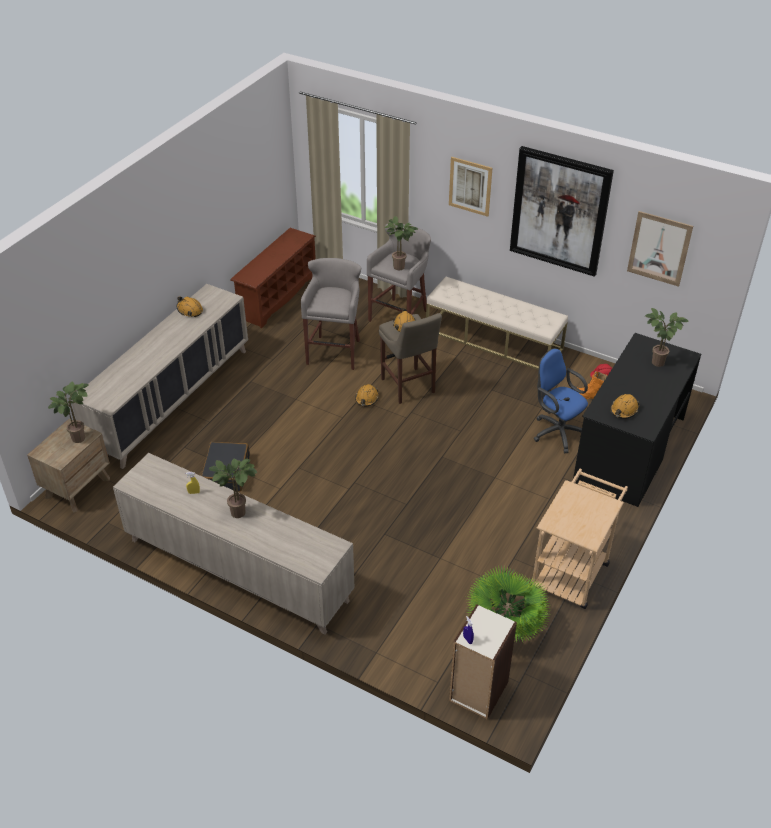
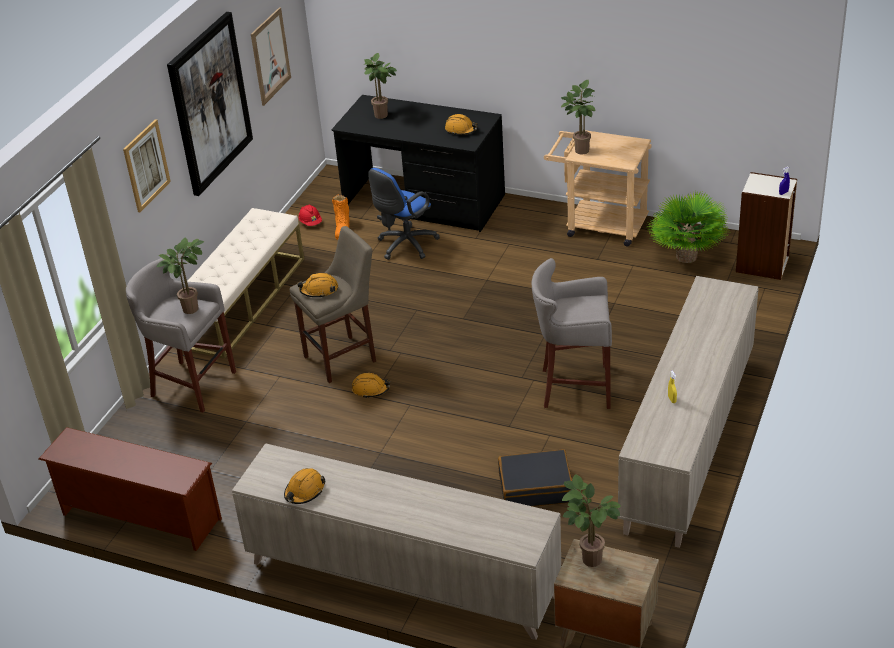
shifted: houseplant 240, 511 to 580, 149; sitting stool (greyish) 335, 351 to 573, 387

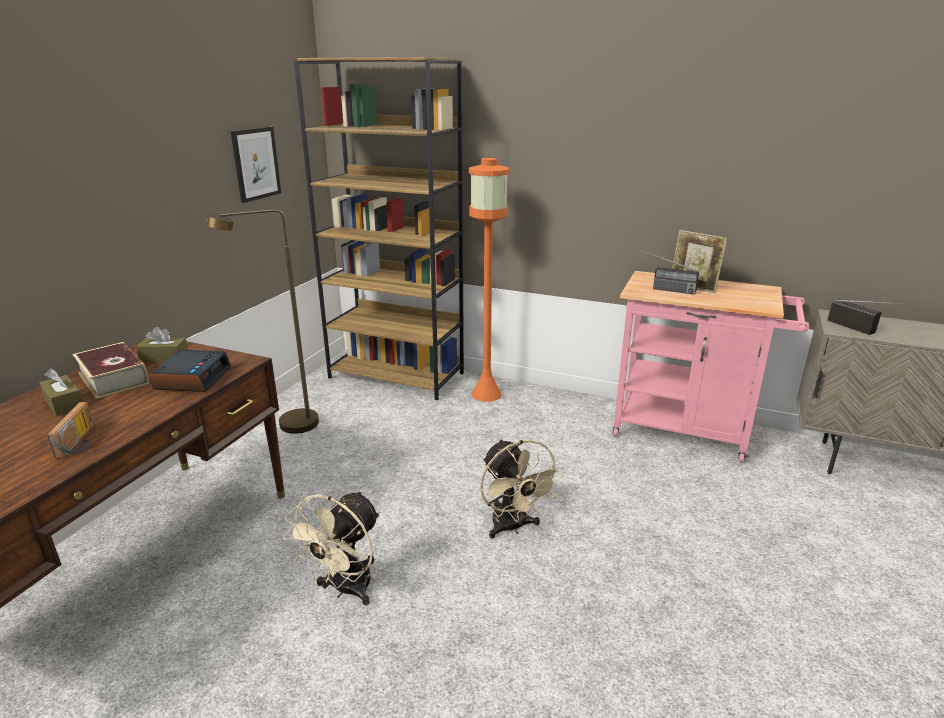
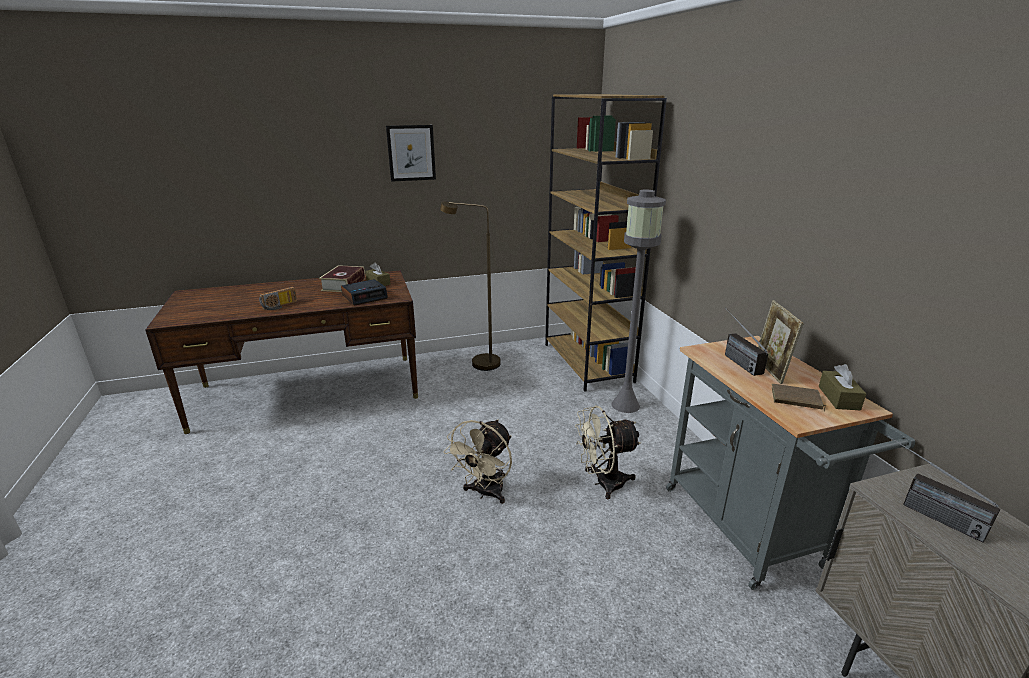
new: volume (brown-coloured) 795, 400
shifted: tissue box (brown-coloured) 64, 404 to 838, 398; picture 256, 164 to 411, 153; electric fan (beige-coloured) 345, 590 to 603, 483
repainted: standard lamp (orange) 486, 394 to standard lamp (greyish) 625, 405; wheeled cart (pink-coloured) 690, 432 to wheeled cart (greyish) 749, 533
rotated: radio set 863, 330 = 922, 510 120 degrees clockwise

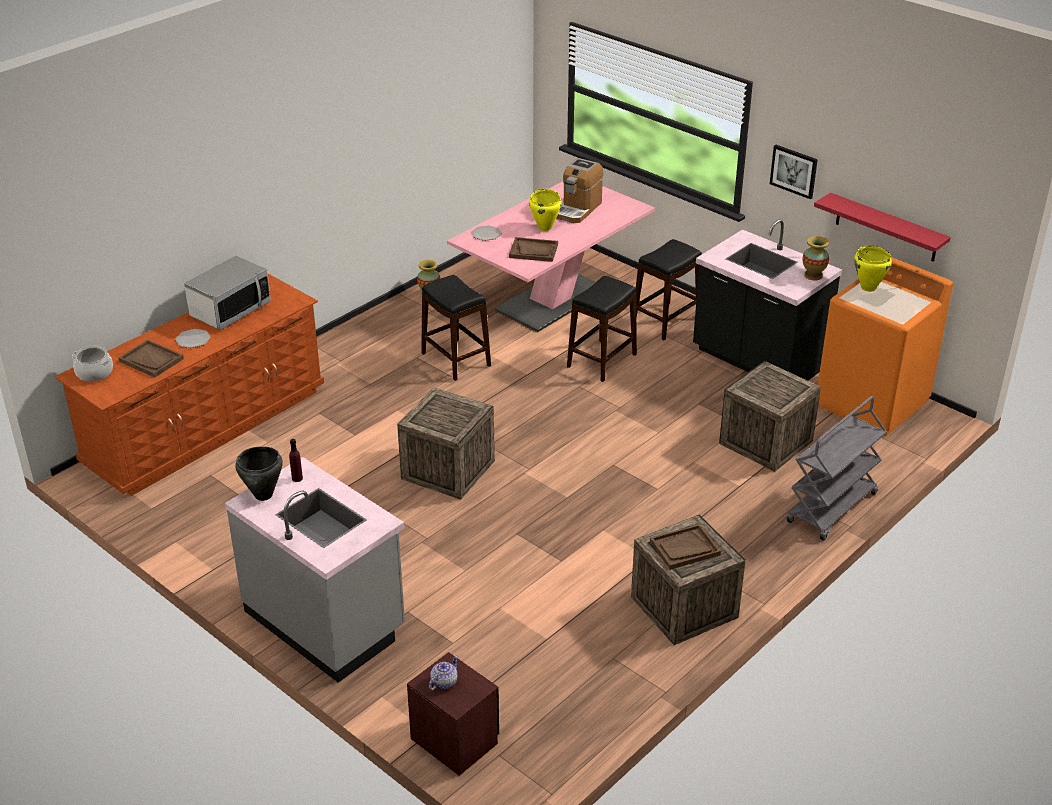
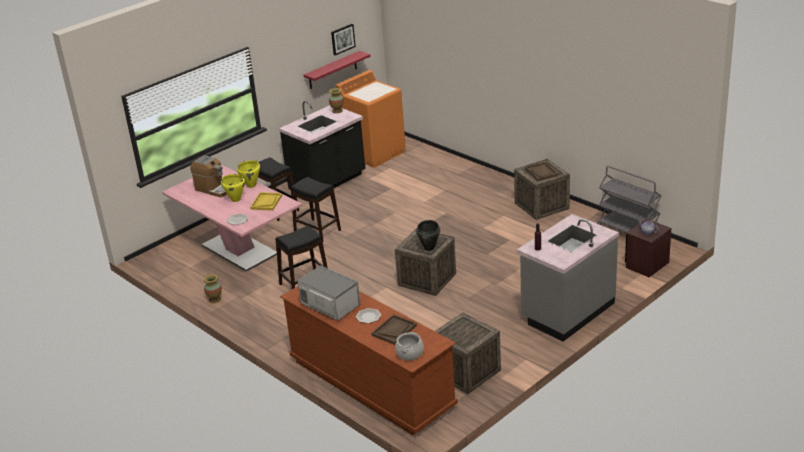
shifted: stockpot (blackish) 263, 495 to 429, 248; shipping crate 766, 442 to 466, 372; picture 794, 171 to 342, 39; wheeled cart (greyish) 832, 509 to 628, 231; stockpot (yellow-coloured) 868, 288 to 251, 185
repainted: carrying tray (brown-coloured) 533, 251 to carrying tray (yellow-coloured) 266, 202

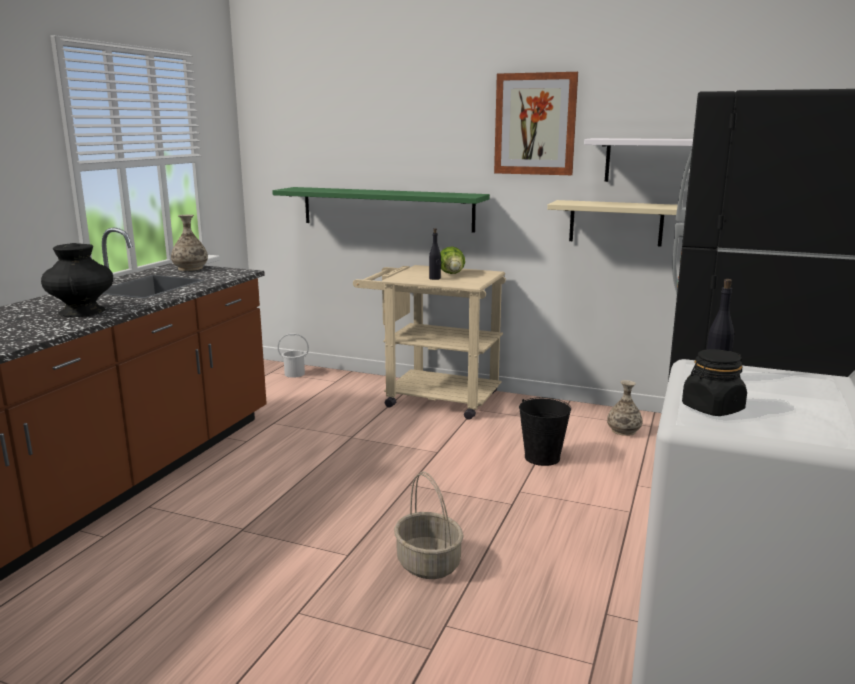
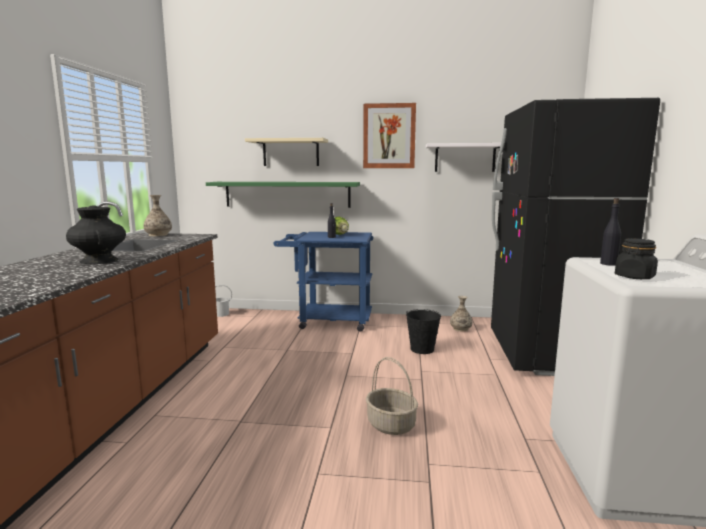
shifted: wall shelf (beige-coloured) 615, 223 to 291, 152
repainted: wheeled cart (beige-coloured) 432, 398 to wheeled cart (blue) 328, 321

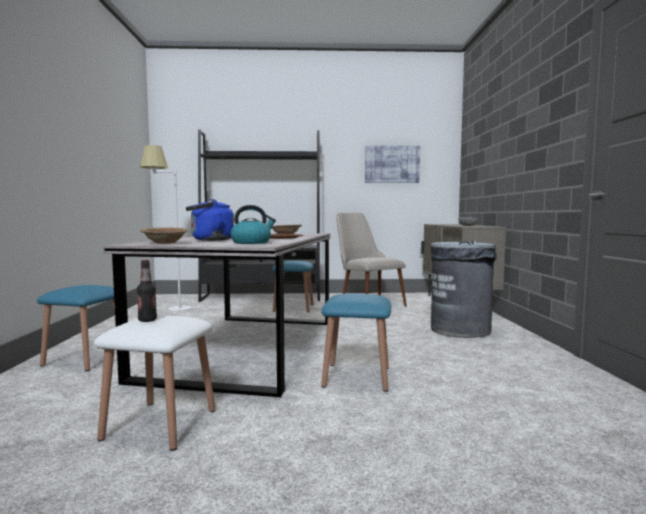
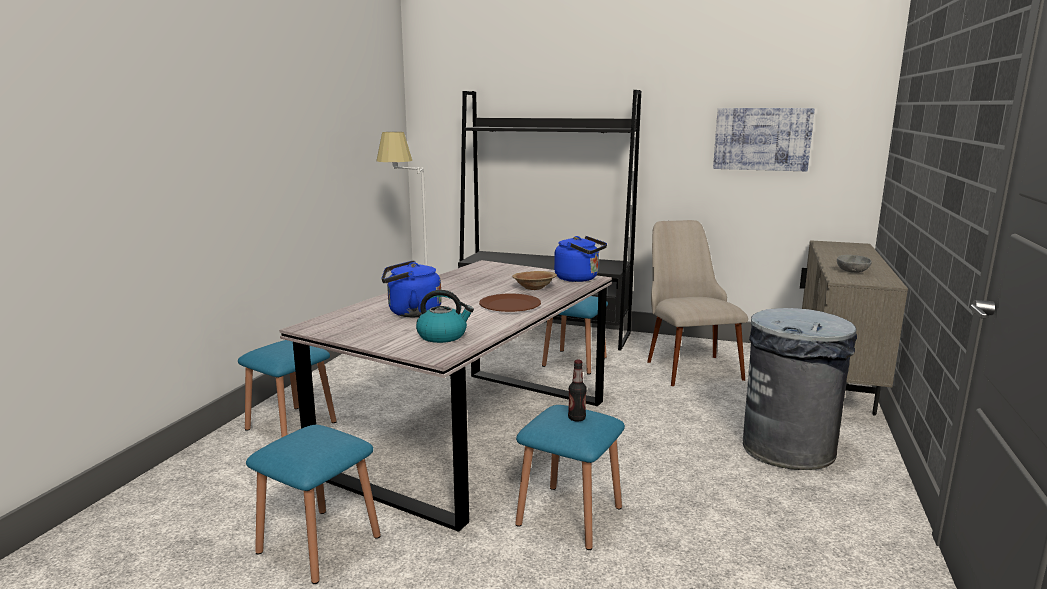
gone: bowl (brown-coloured) 164, 243
new: tea kettle (blue) 579, 278
shifted: drink bottle 147, 320 to 576, 418
repainted: sitting stool (white-coloured) 160, 424 to sitting stool (blue) 319, 544

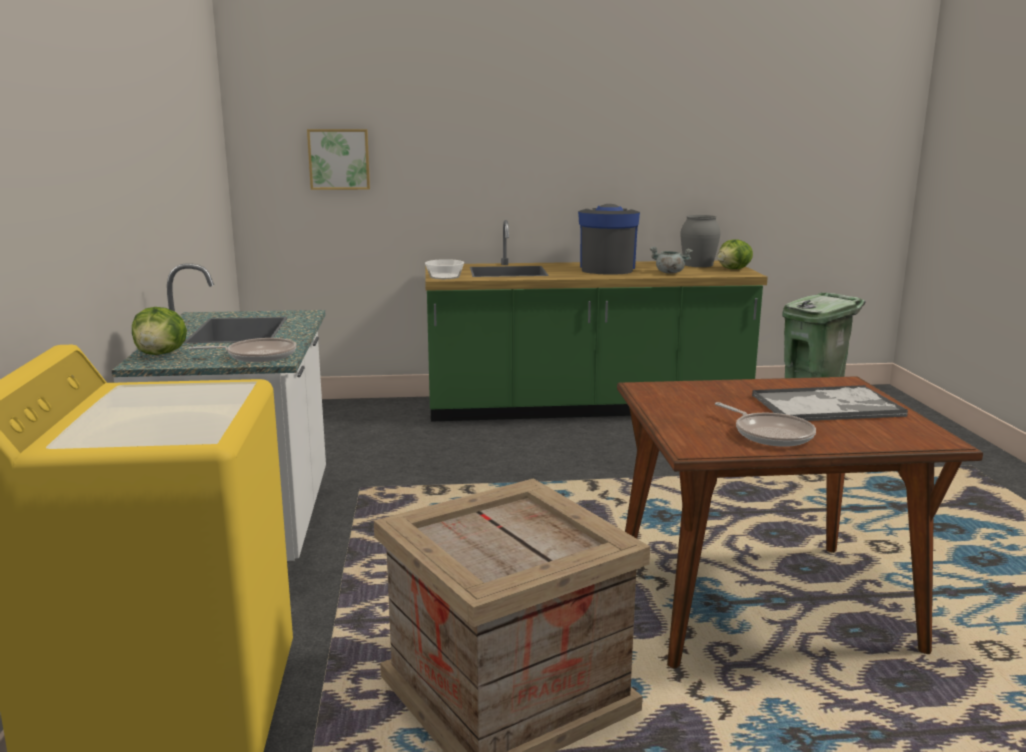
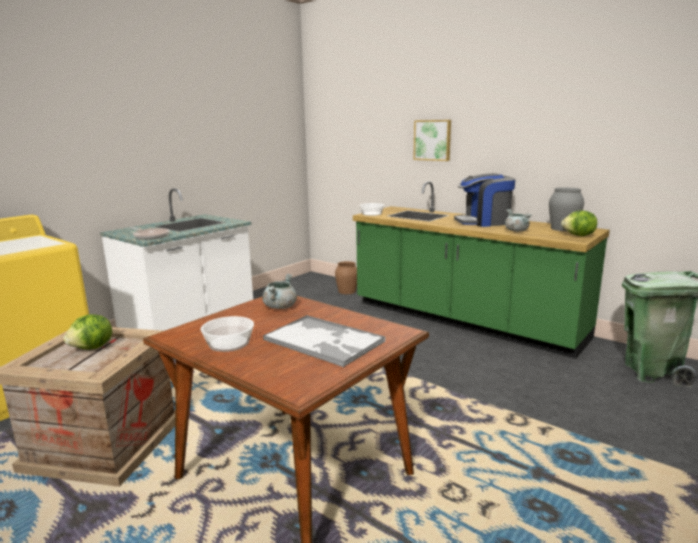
new: stockpot (greyish) 280, 306; flower vase (brown-coloured) 347, 291
shifted: lettuce head 161, 354 to 92, 348; picture 339, 159 to 432, 140
swapped: pan 770, 434 to bowl 229, 343
rotated: coffee machine 607, 268 = 484, 222 150 degrees counterclockwise

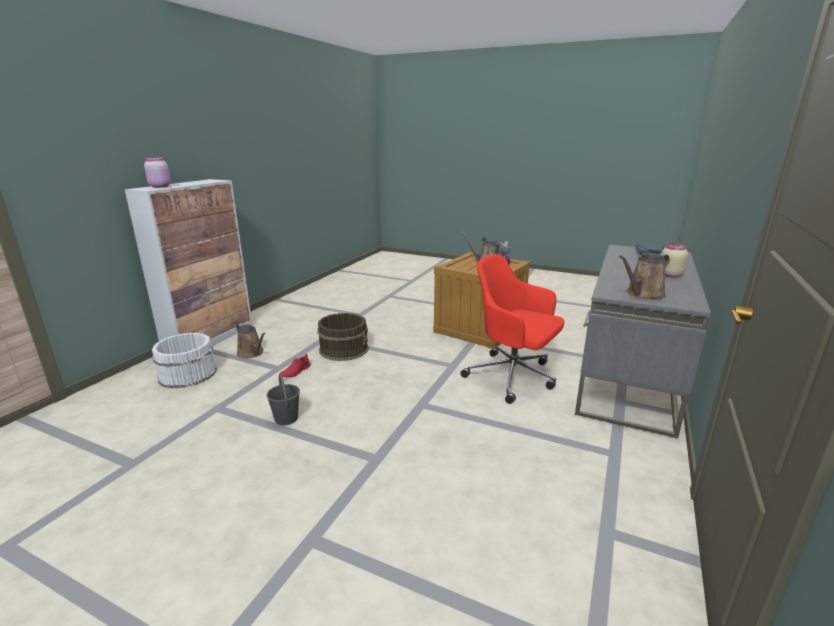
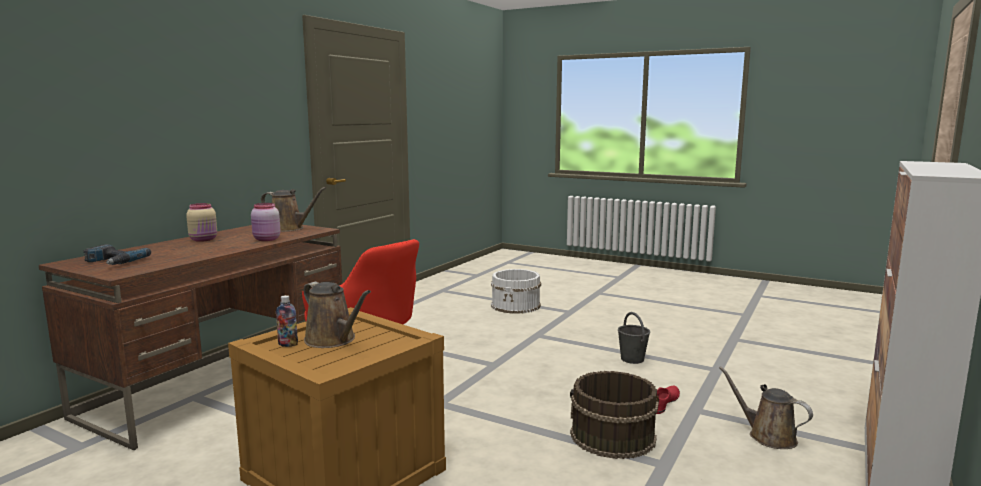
shifted: jar (pink-coloured) 160, 186 to 266, 239; bucket (white-coloured) 187, 374 to 516, 305
repainted: desk (greyish) 628, 376 to desk (brown-coloured) 223, 381
rotated: watering pot (brown-coloured) 642, 294 = 289, 228 45 degrees clockwise

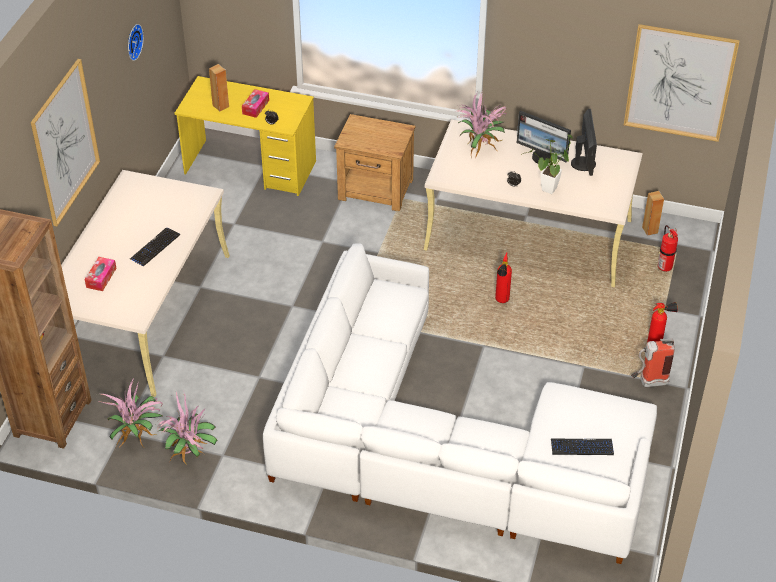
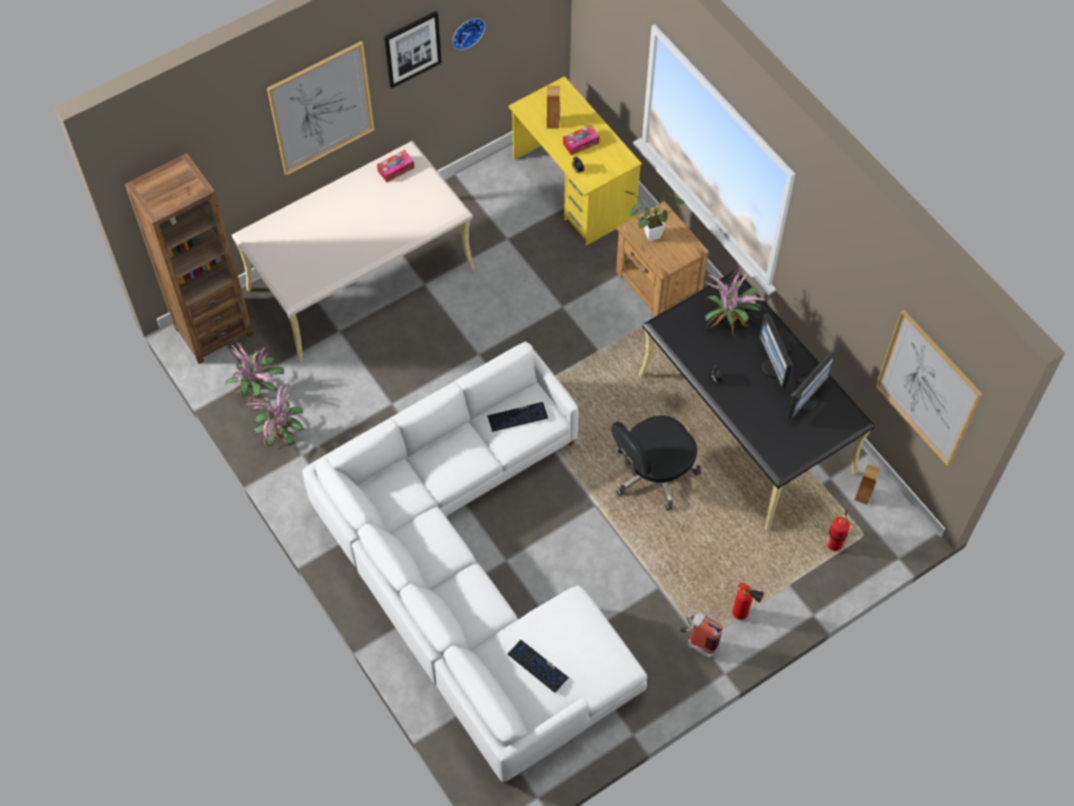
new: picture 412, 48
shifted: tissue box 101, 278 to 396, 169; keyboard 155, 247 to 517, 417; houseplant 547, 191 to 648, 236
swapped: fire-fighting cylinder 501, 302 to office chair (blackish) 653, 474
repainted: desk (beige-coloured) 529, 235 to desk (blackish) 746, 424

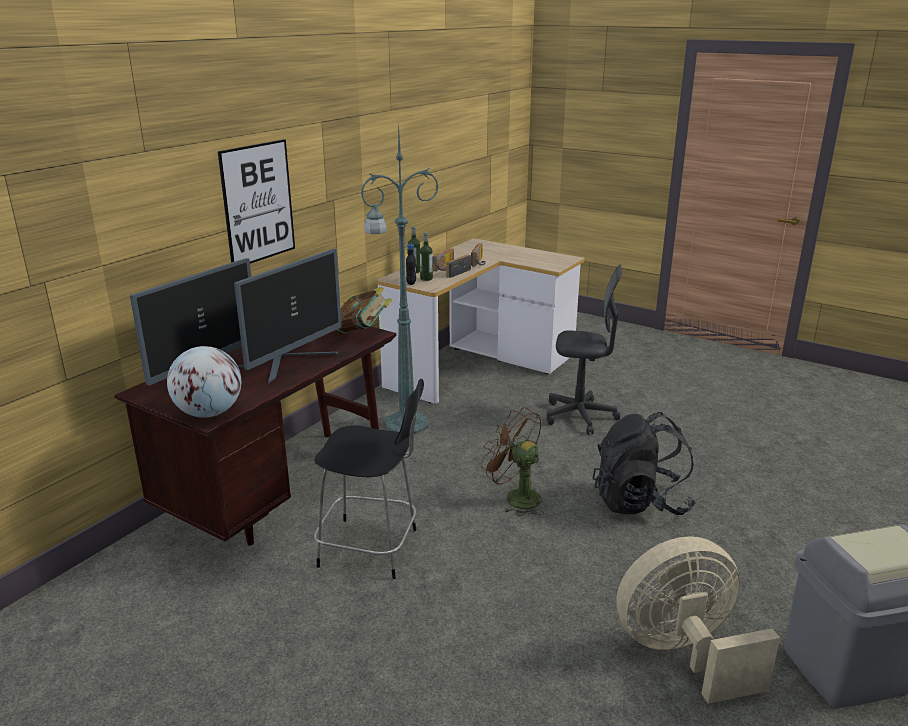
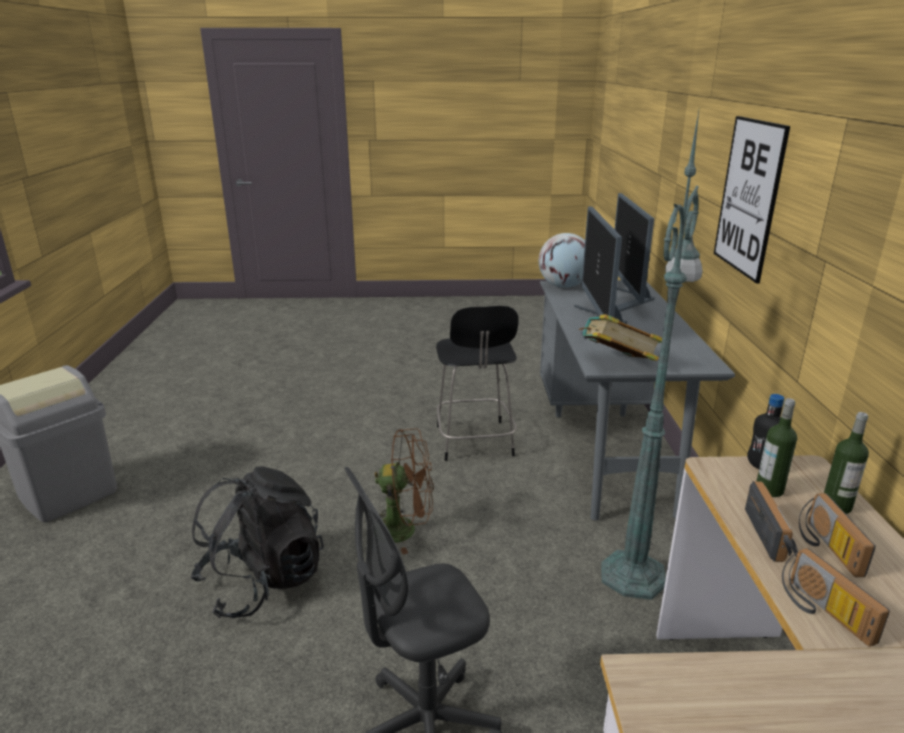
gone: electric fan (beige-coloured) 683, 654
repainted: desk (brown-coloured) 281, 491 to desk (greyish) 607, 451
rotated: chair (blackish) 372, 548 = 474, 442 75 degrees counterclockwise

